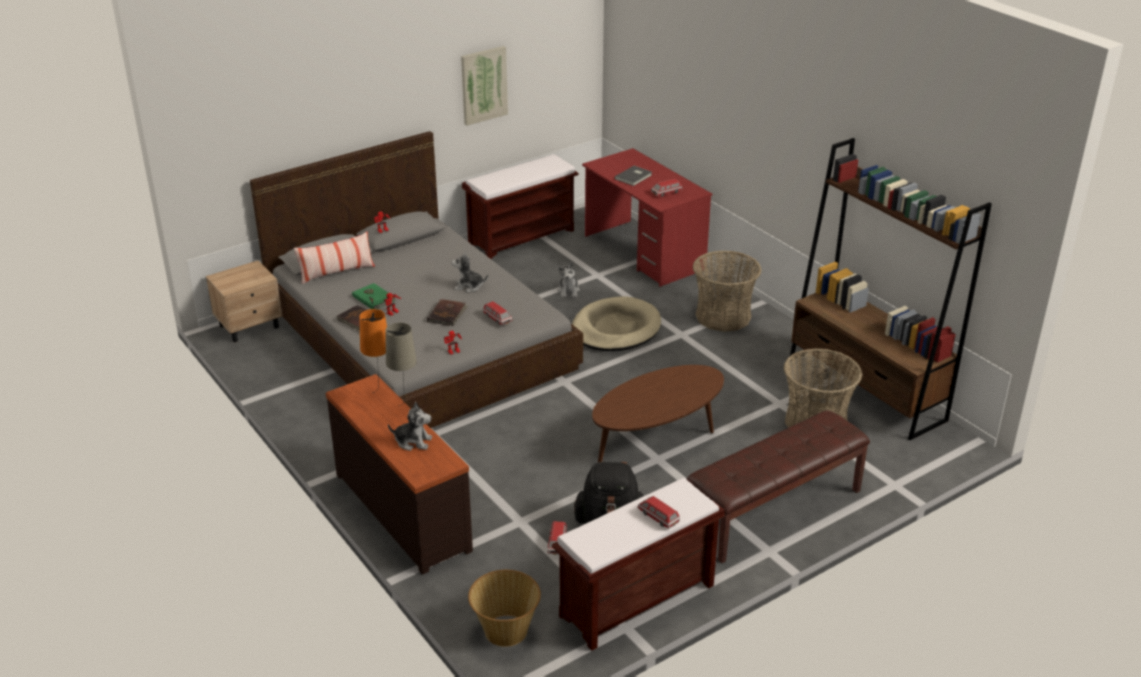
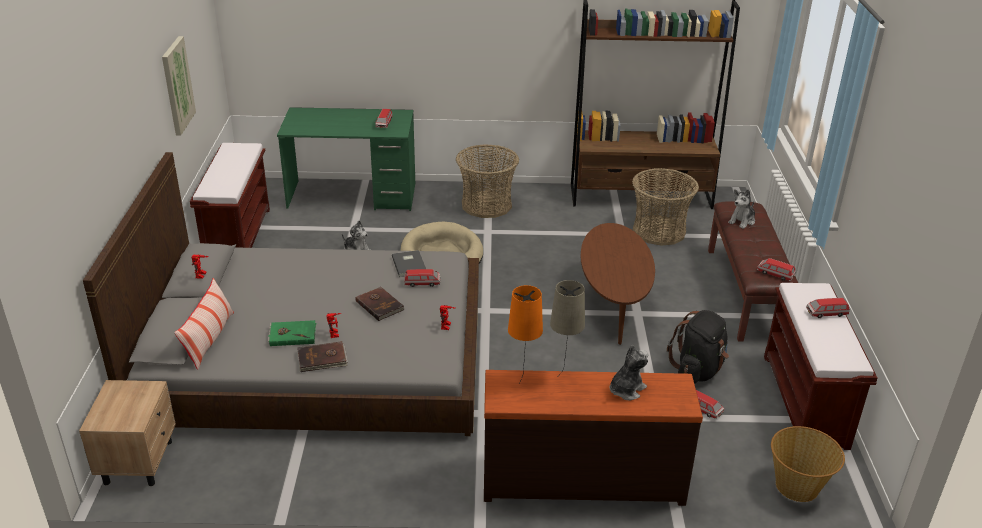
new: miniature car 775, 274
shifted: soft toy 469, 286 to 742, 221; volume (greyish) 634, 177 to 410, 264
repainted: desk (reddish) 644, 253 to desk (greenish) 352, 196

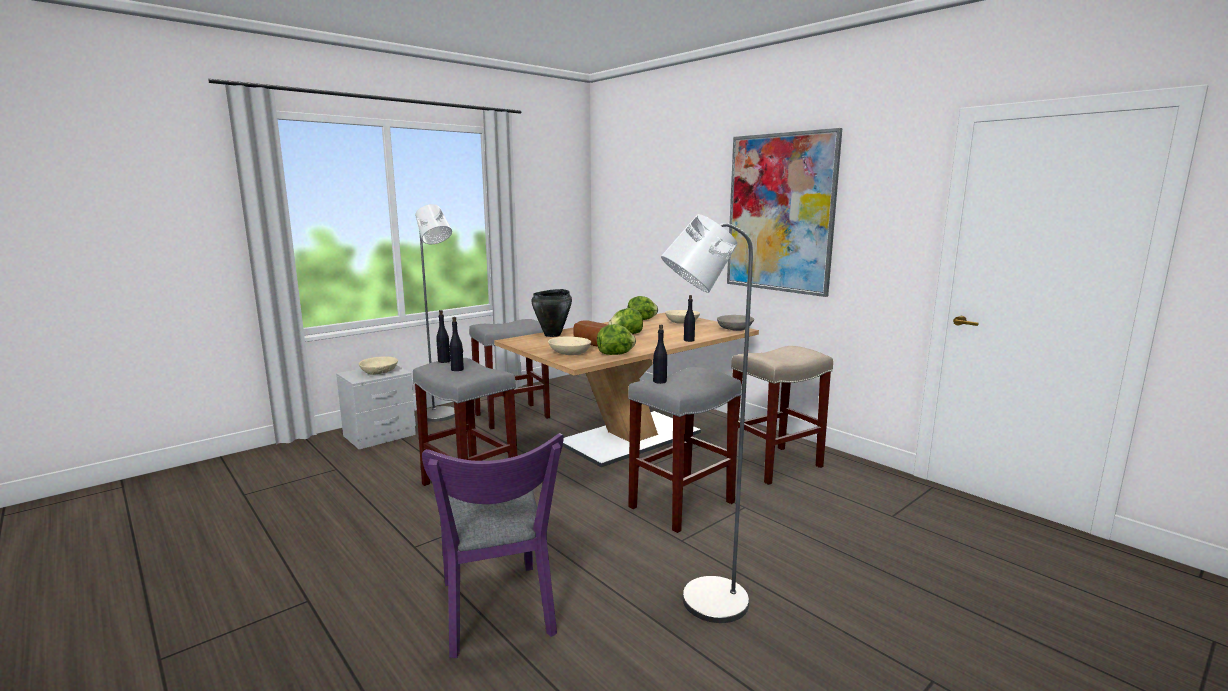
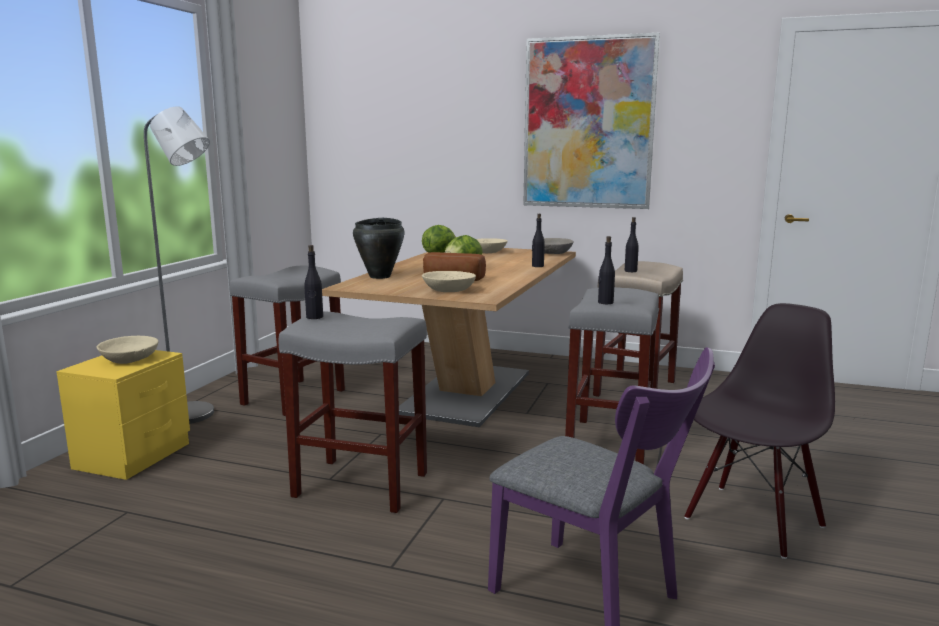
gone: lettuce head 616, 354
shifted: drink bottle (blackish) 457, 369 to 630, 271
swapped: standard lamp (greyish) 702, 603 to chair (blackish) 752, 520
repainted: night table (greyish) 379, 435 to night table (yellow-coloured) 133, 456

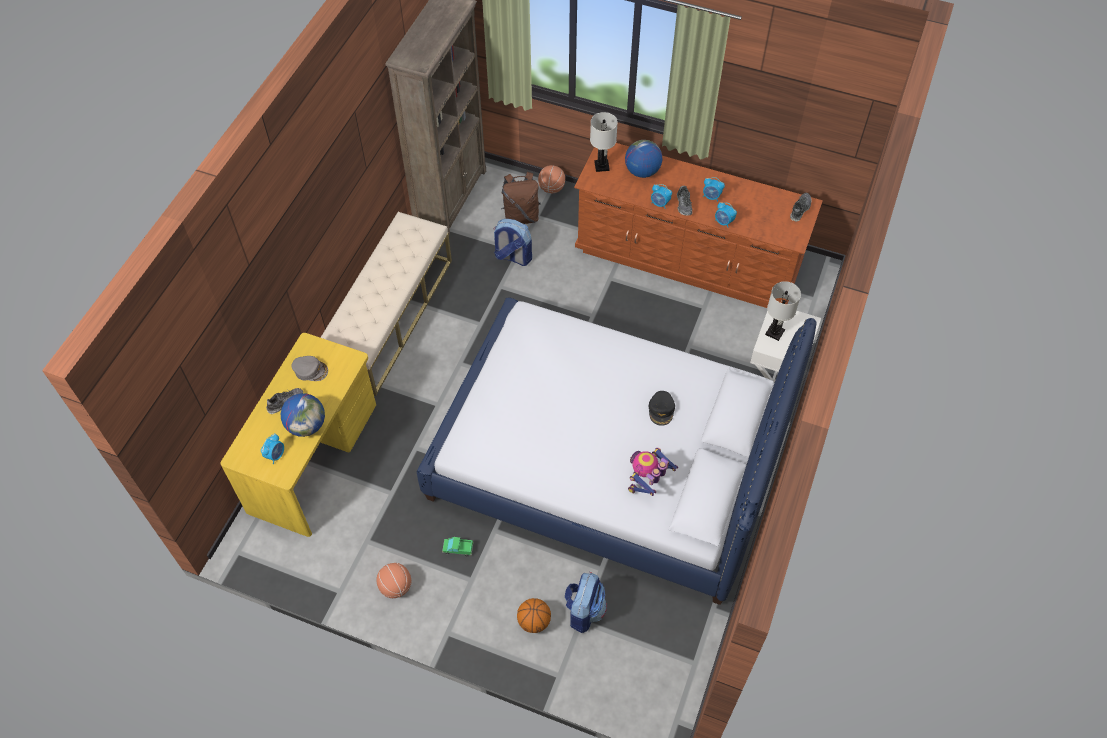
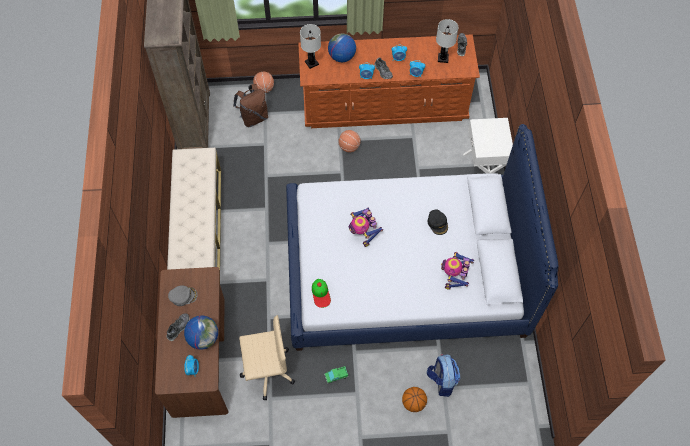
gone: knapsack 512, 257
new: office chair (beige-coloured) 267, 370; cap 321, 294; model robot 363, 233
shifted: basketball ball 395, 586 to 349, 147; lamp for a table (white-coloured) 774, 332 to 442, 58
repainted: desk (yellow-coloured) 314, 458 to desk (brown-coloured) 200, 356

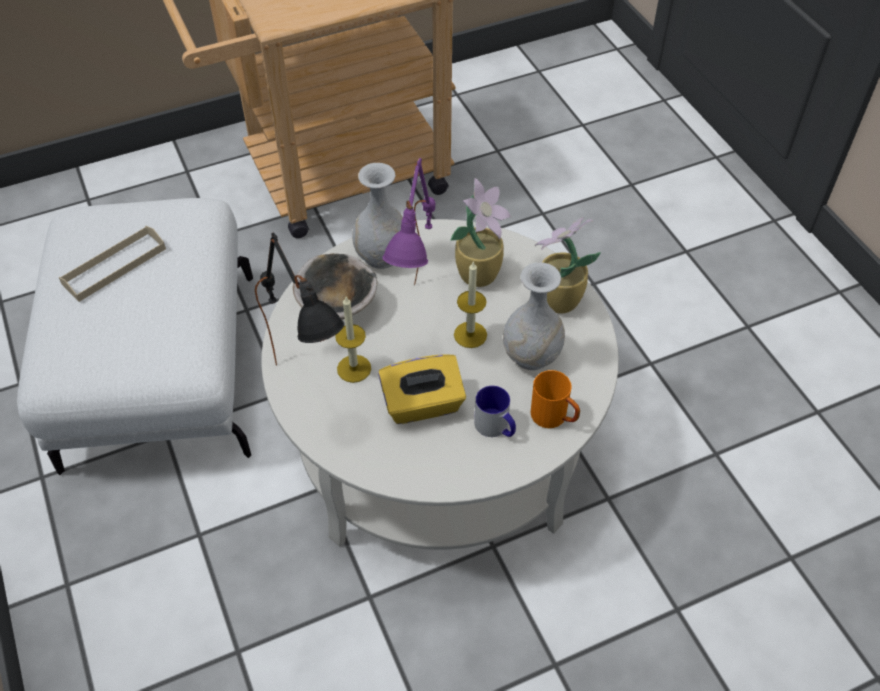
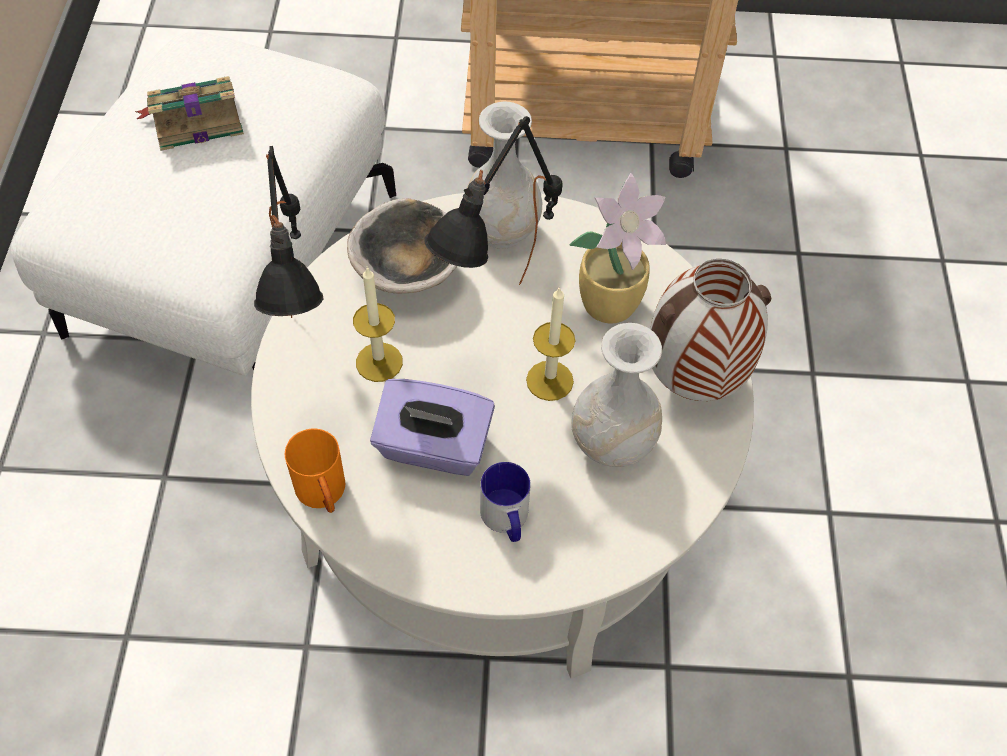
shifted: coffee mug (orange) 554, 418 to 324, 495
swapped: carrying tray (beige-coloured) 114, 266 to volume 194, 119; houseplant 557, 301 to flower vase 692, 383
repainted: tissue box (yellow-coloured) 422, 405 to tissue box (purple) 433, 447; lamp for a table (purple) 419, 318 to lamp for a table (blackish) 499, 330

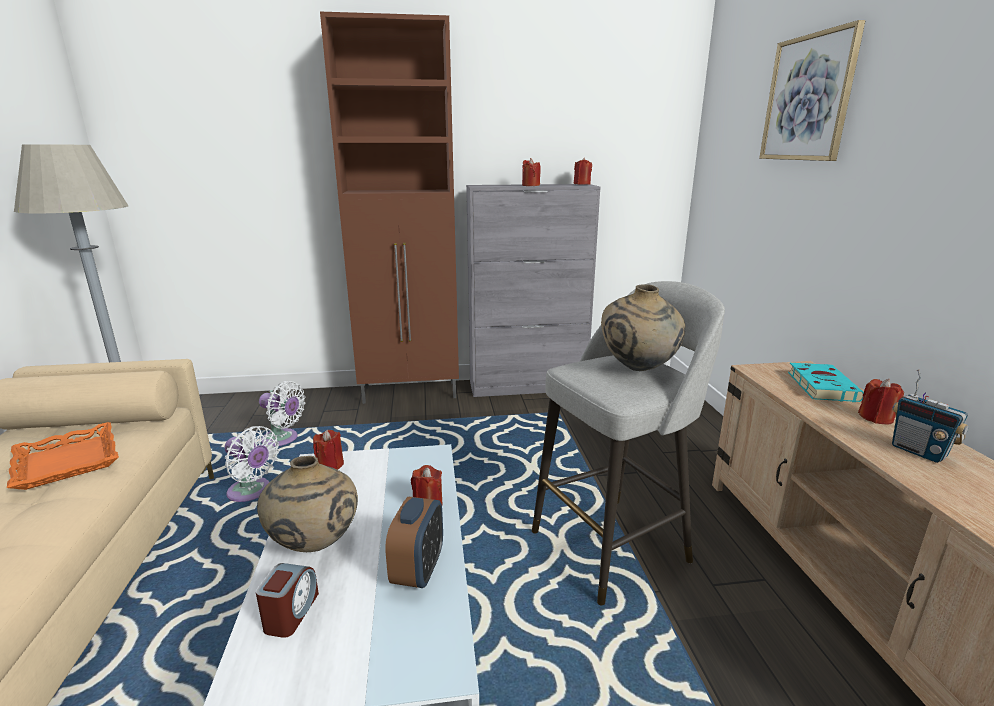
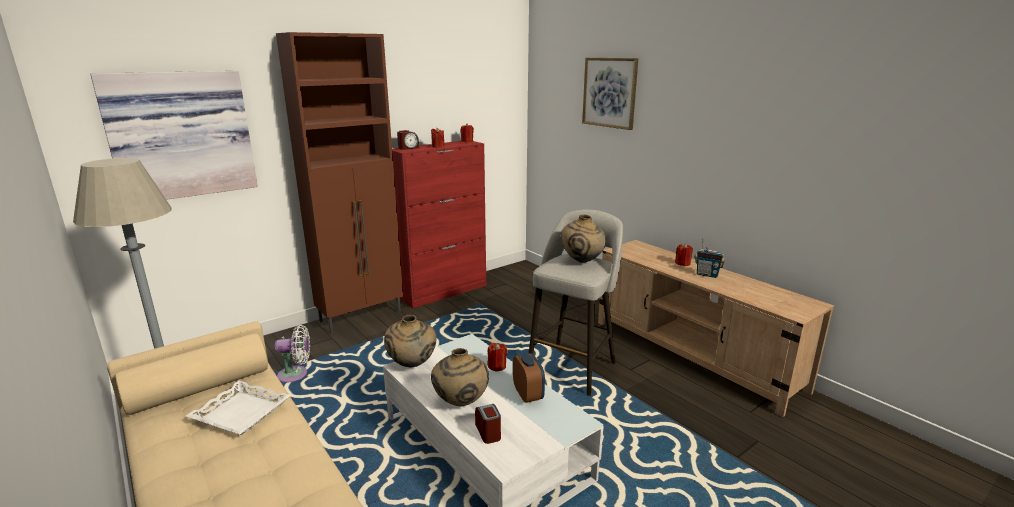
gone: electric fan (white-coloured) 252, 492; volume (blue-green) 820, 385
new: picture 181, 135; table clock 408, 148
swapped: wax candle (reddish) 330, 464 to flower vase (beige-coloured) 412, 365
repainted: carrying tray (orange) 66, 462 to carrying tray (white-coloured) 240, 413; cupboard (greyish) 528, 386 to cupboard (reddish) 444, 291

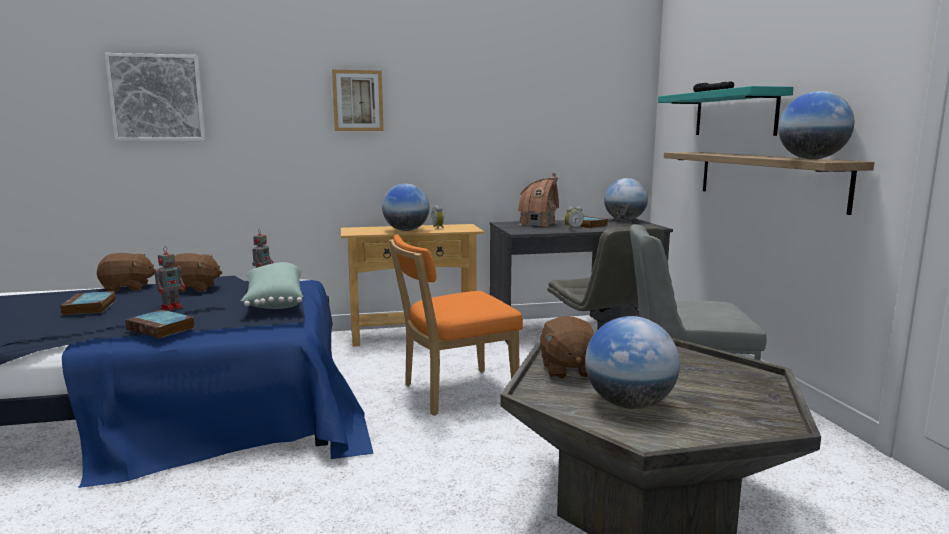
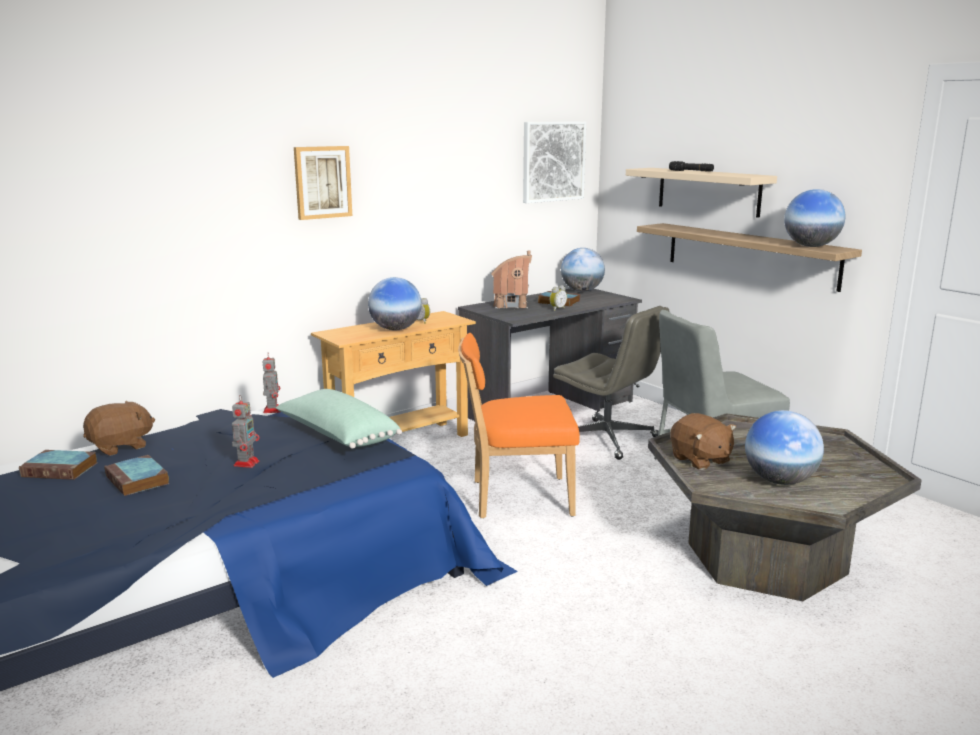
gone: soft toy (brown-coloured) 194, 289
shifted: picture 157, 98 to 553, 161; volume 162, 329 to 61, 469
repainted: wall shelf (blue-green) 734, 113 to wall shelf (beige-coloured) 708, 191
rotated: chair (orange) 454, 393 = 516, 498 45 degrees clockwise

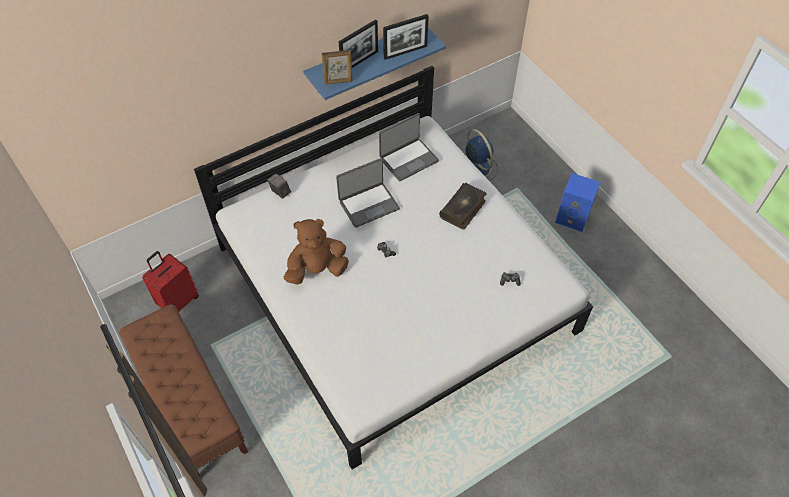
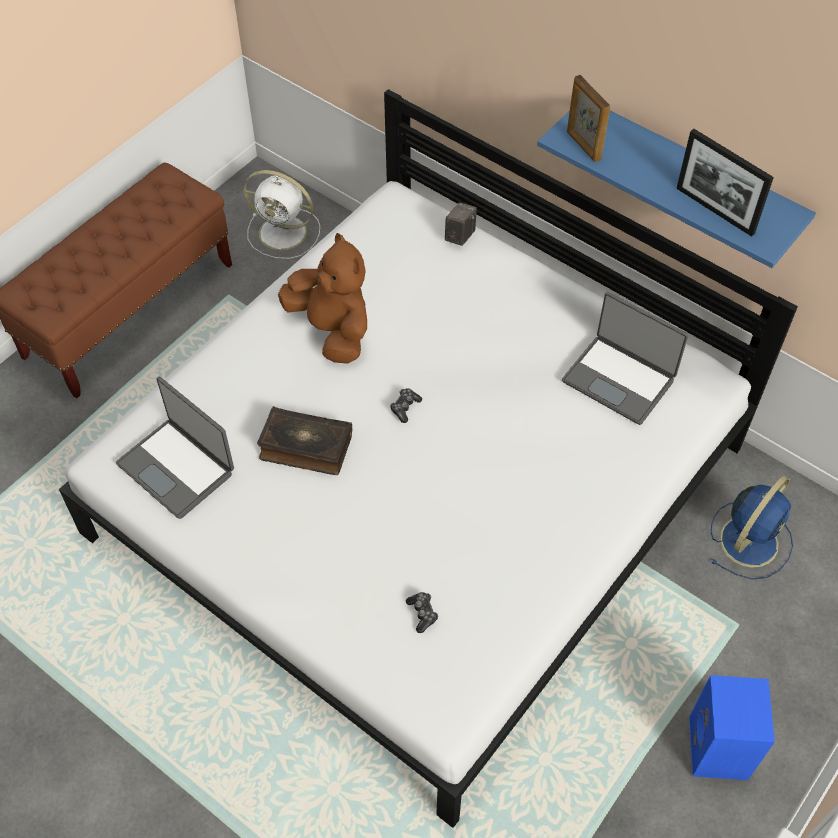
gone: standing frame 359, 61
shifted: notebook computer 368, 204 to 177, 467; volume 463, 209 to 305, 447
swapped: travel case (reddish) 178, 301 to electric fan (white-coloured) 285, 233

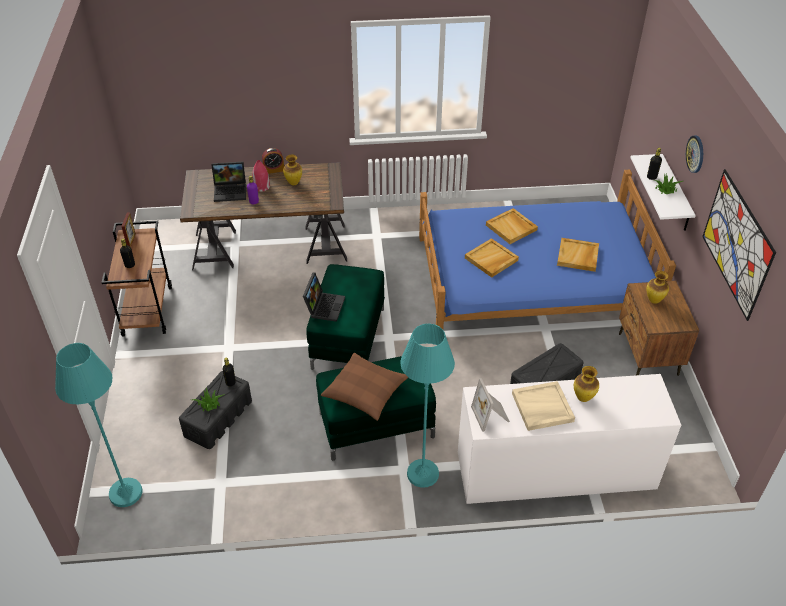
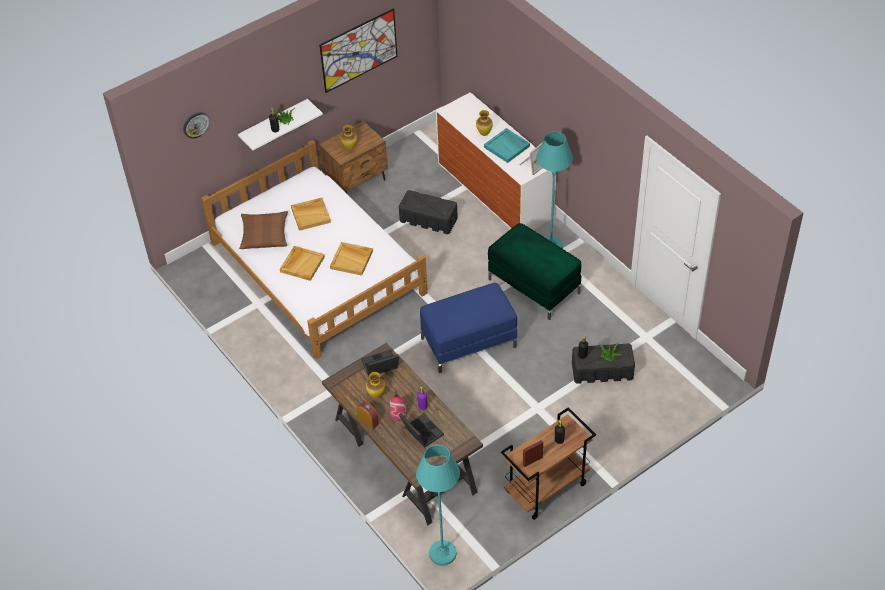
shifted: standard lamp (blue-green) 125, 493 to 442, 553; notebook computer 324, 306 to 380, 367; cushion (brown-coloured) 365, 392 to 264, 235; clock on the wall 695, 154 to 196, 124
repainted: pouffe (greenish) 348, 337 to pouffe (blue) 468, 343; sleeping bed (blue) 532, 278 to sleeping bed (white-coloured) 318, 268; carrying tray (beige-coloured) 542, 408 to carrying tray (blue-green) 507, 147

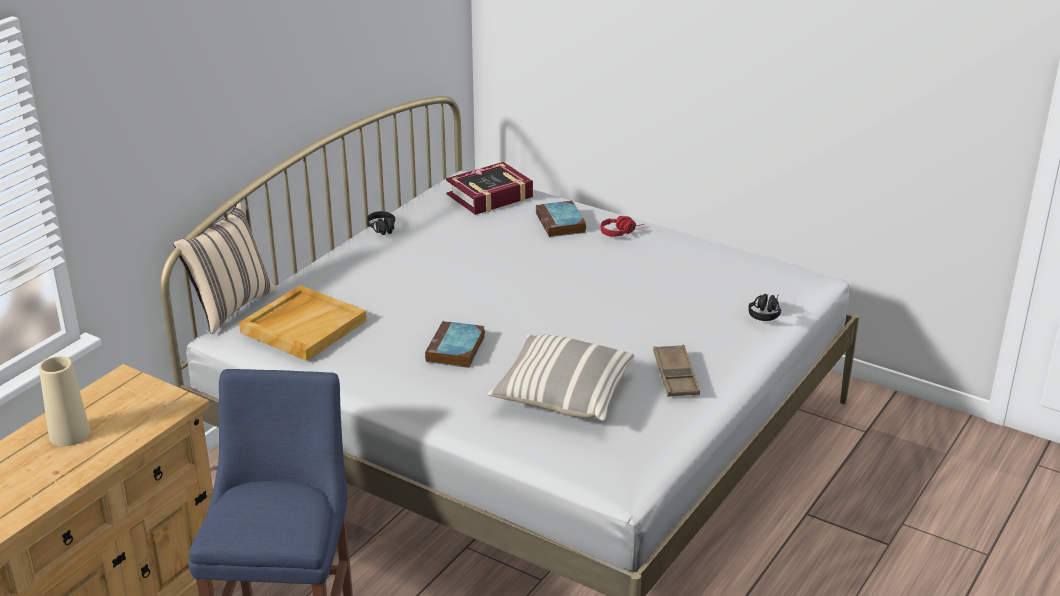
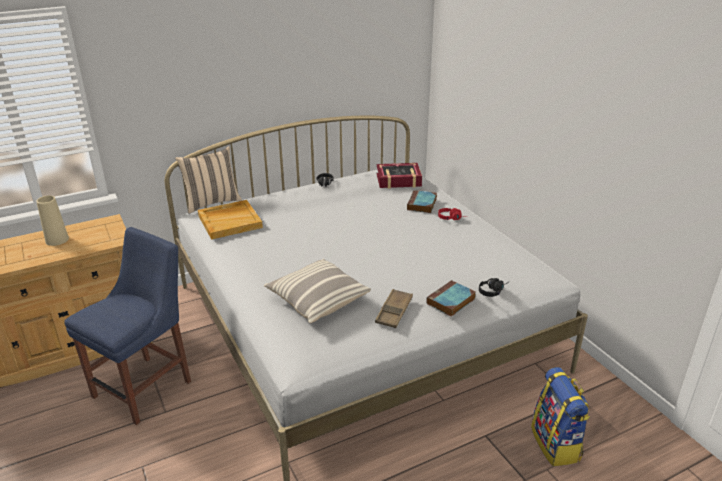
new: knapsack 556, 444
shifted: volume 455, 350 to 450, 302

